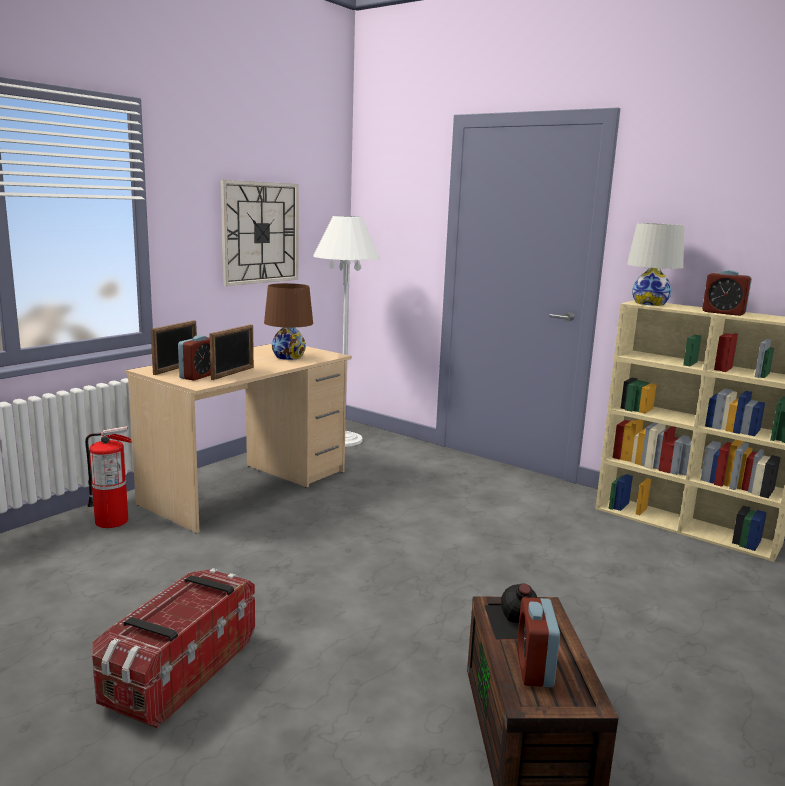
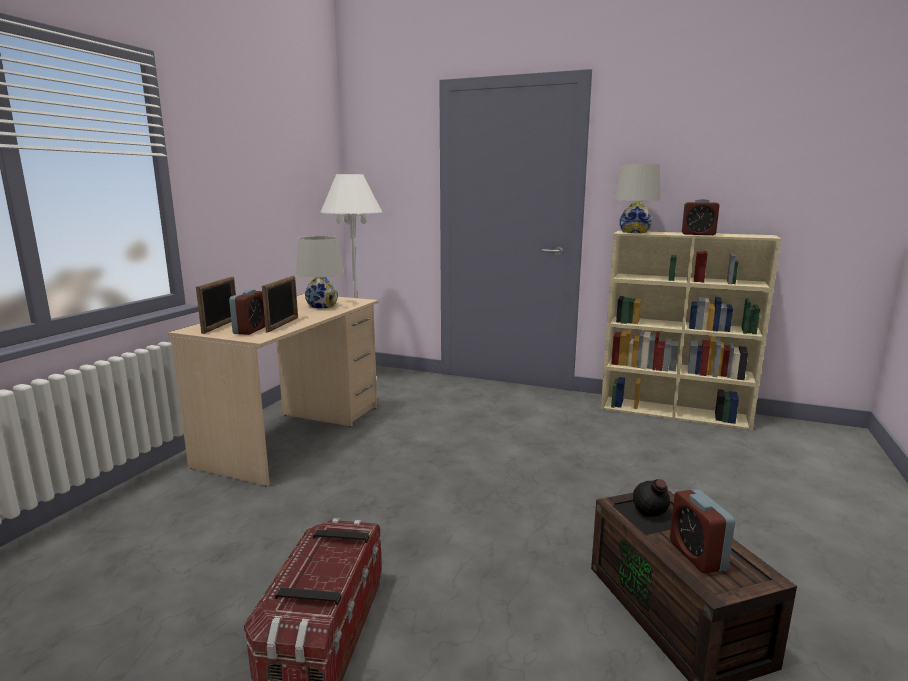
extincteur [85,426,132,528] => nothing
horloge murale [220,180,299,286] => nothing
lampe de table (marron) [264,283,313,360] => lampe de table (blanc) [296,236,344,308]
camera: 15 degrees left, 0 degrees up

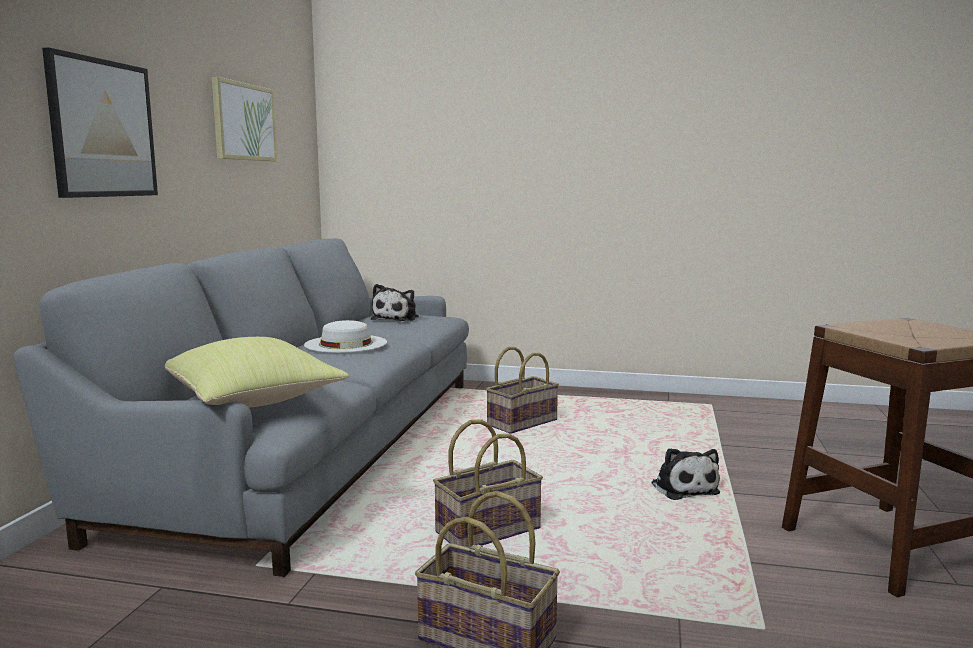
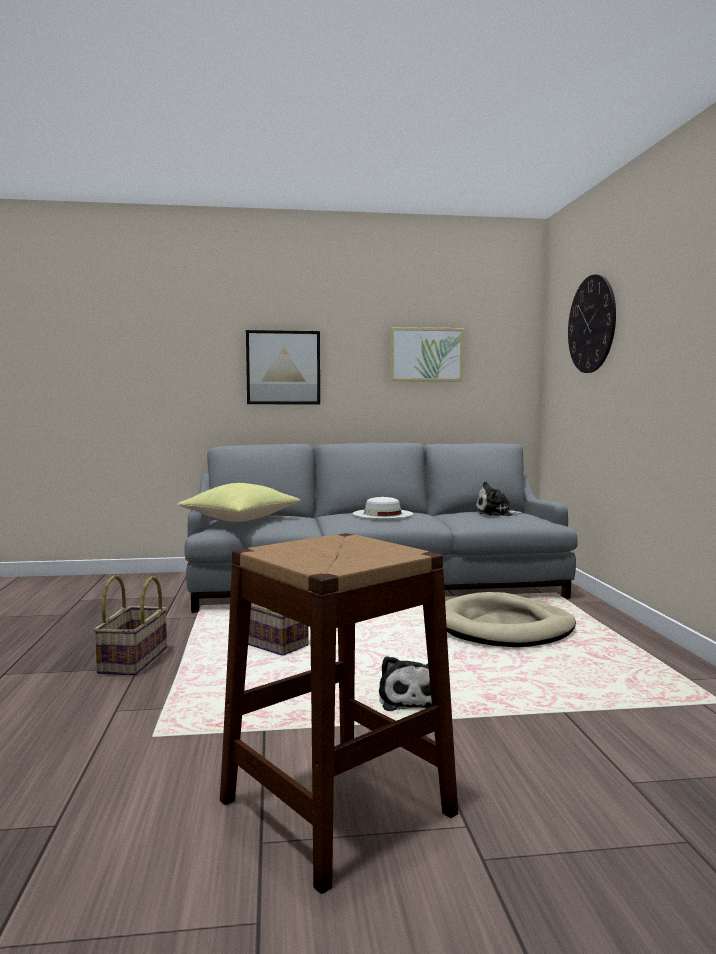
panier [486,347,559,434] => panier pour chien (beige) [445,592,576,647]
peluche [651,448,720,500] => peluche [379,656,432,711], 60 degrees counterclockwise
nothing => horloge murale [568,274,616,373]
camera: 70 degrees right, 5 degrees down

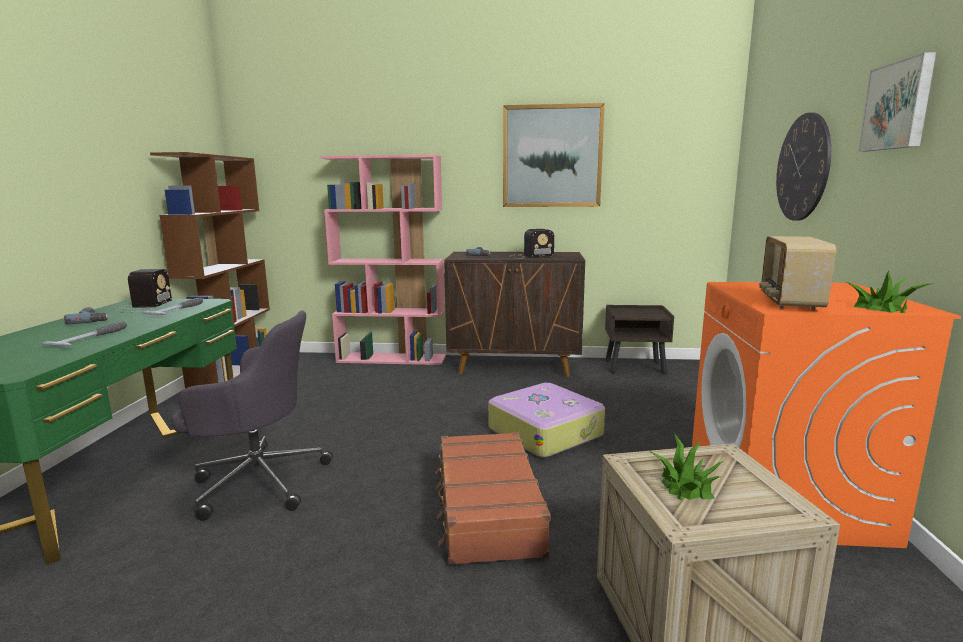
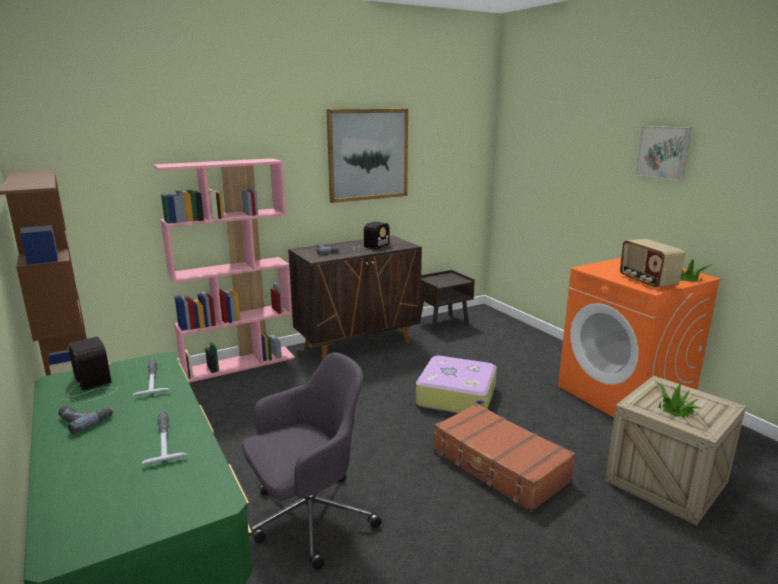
horloge murale [776,112,831,221] => nothing
camera: 35 degrees left, 5 degrees up

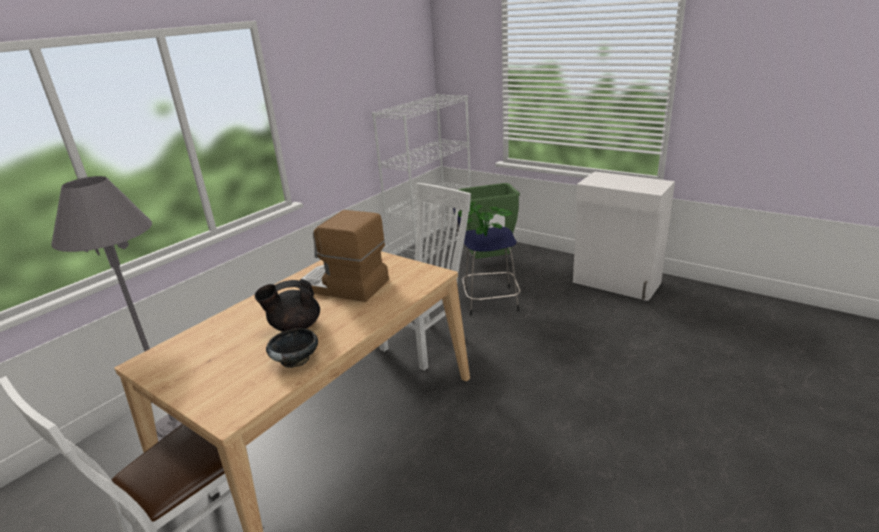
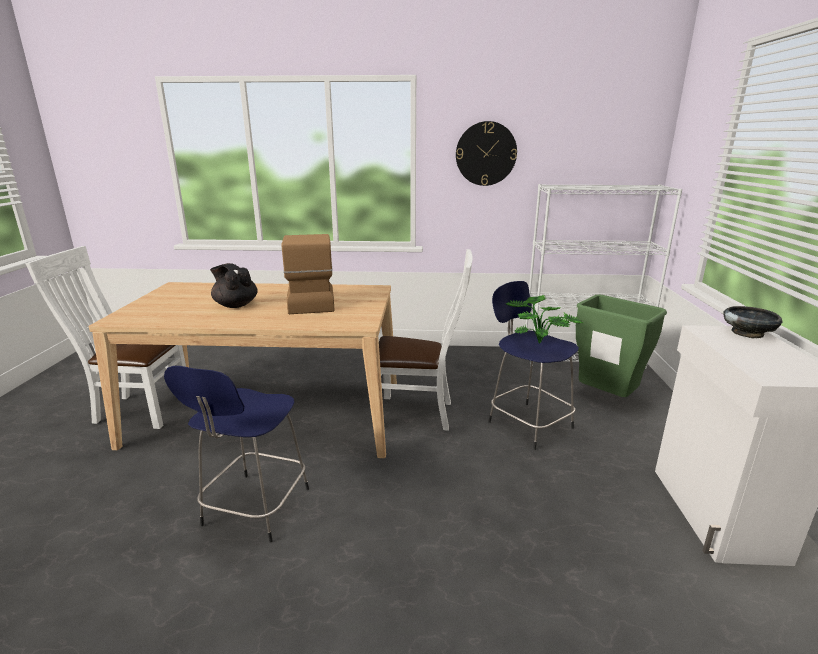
lampadaire (gris) [51,176,182,442] => nothing
bol (noir) [266,328,318,368] => bol (noir) [723,306,782,339], relocated
nothing => tabouret (bleu) [164,366,309,543]
nothing => horloge murale [456,121,517,186]
camera: 55 degrees right, 5 degrees down

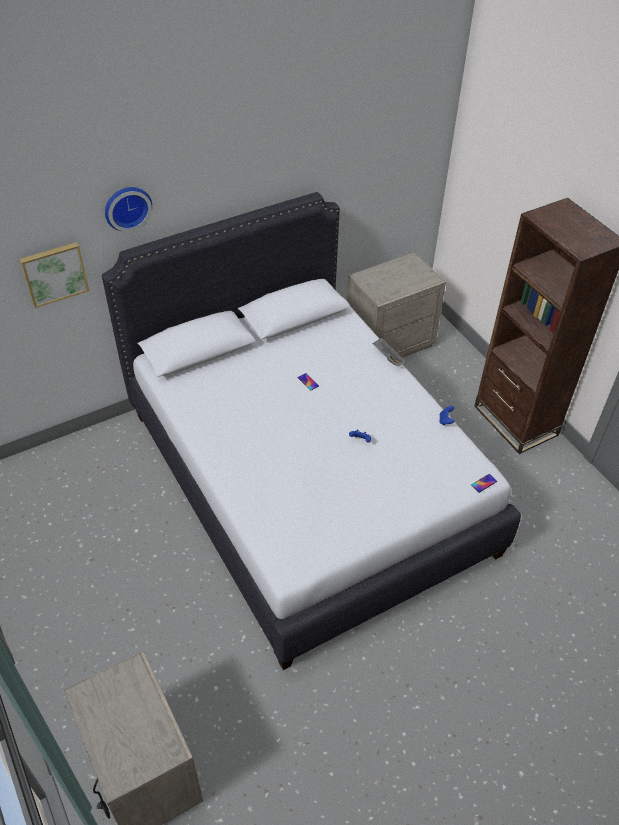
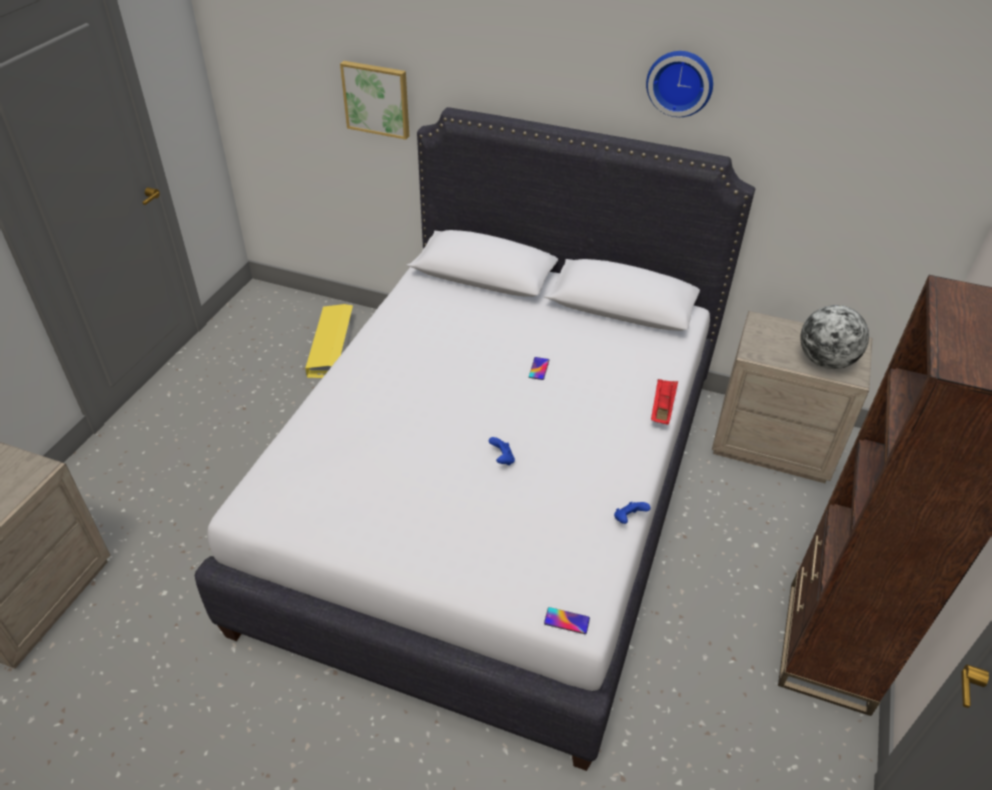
horloge murale [105,187,152,232] => horloge murale [646,51,713,117], relocated
plateau (gris) [372,338,407,366] => plateau (rouge) [651,379,678,425]
nothing => boîte de rangement (jaune) [305,304,353,378]
nothing => globe [800,305,869,369]
camera: 50 degrees right, 5 degrees down

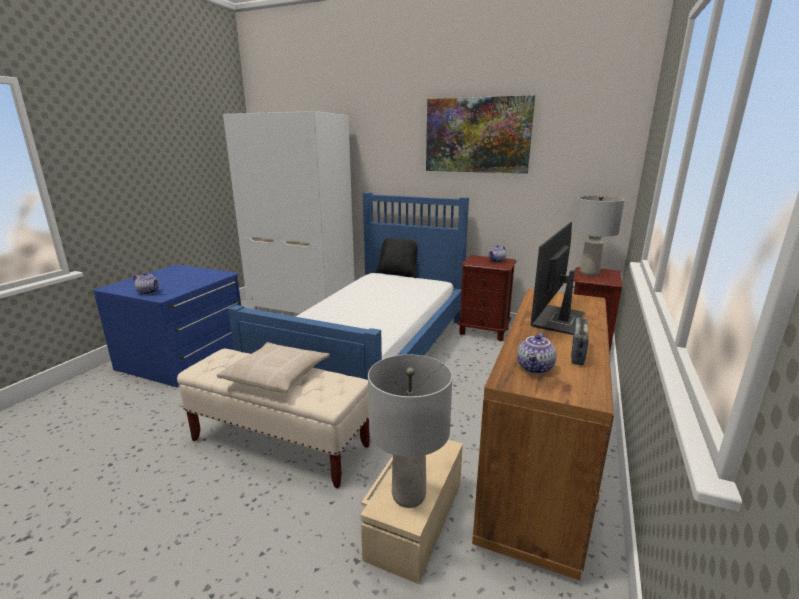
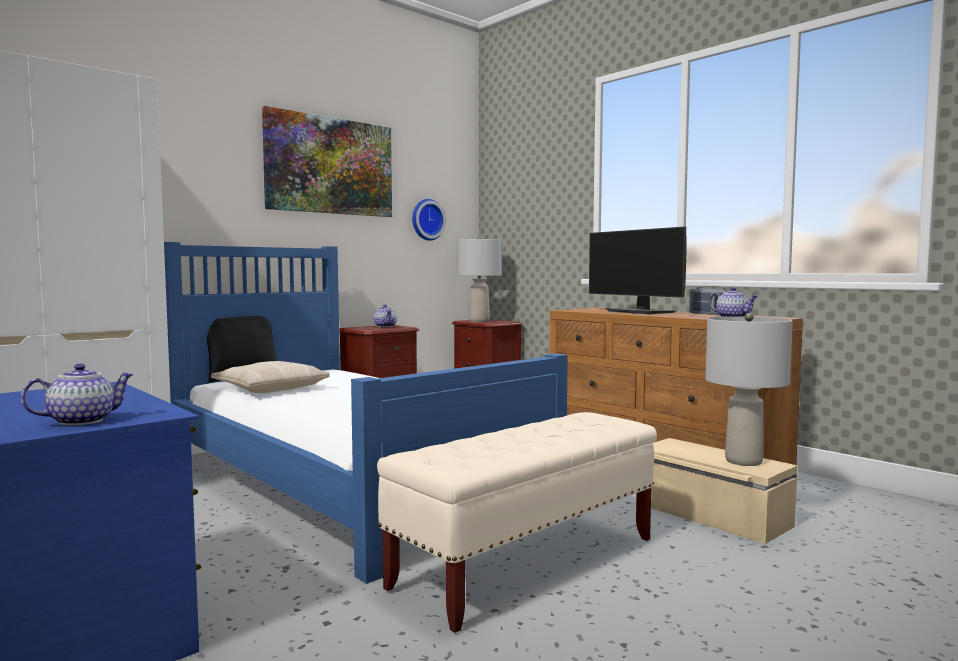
coussin (beige) [217,342,330,393] => coussin (beige) [211,361,330,393], relocated
nothing => horloge murale [412,199,446,241]
camera: 65 degrees left, 15 degrees down

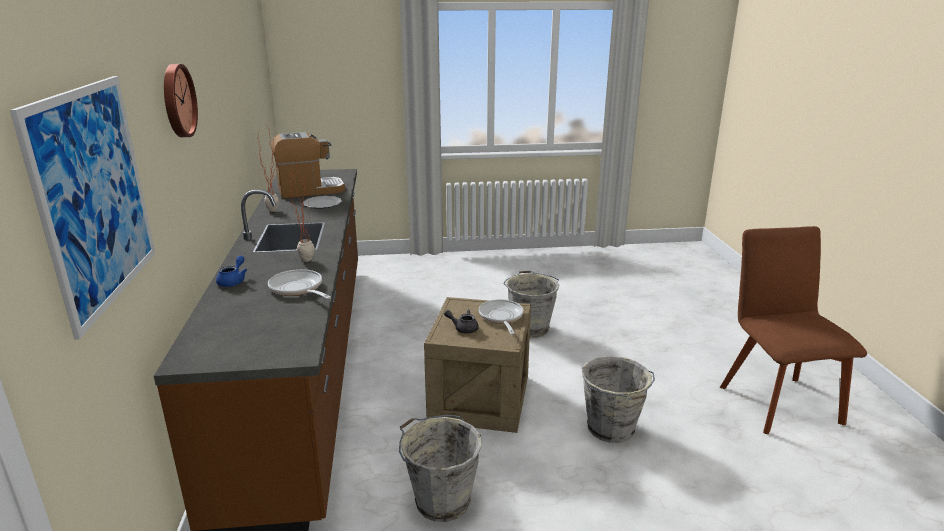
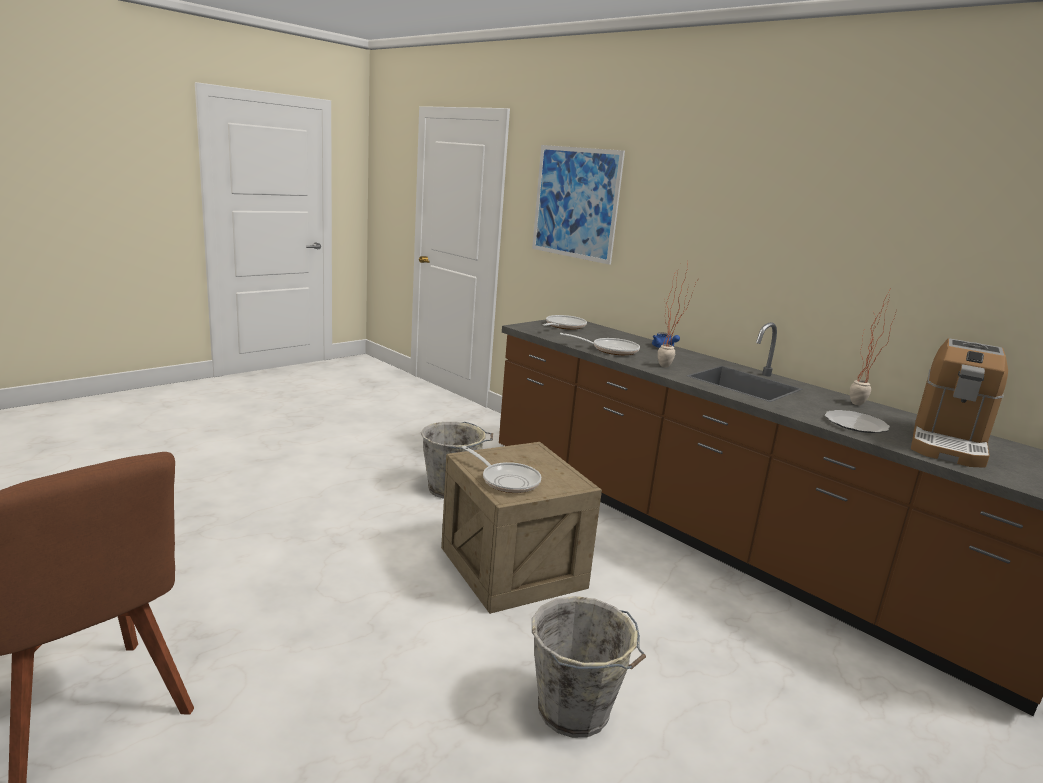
horloge murale [164,64,198,137] => nothing
théière (gris) [444,310,479,334] => nothing
seau (gris) [582,356,655,443] => nothing
nothing => poêle [543,315,587,330]
camera: 140 degrees right, 5 degrees down

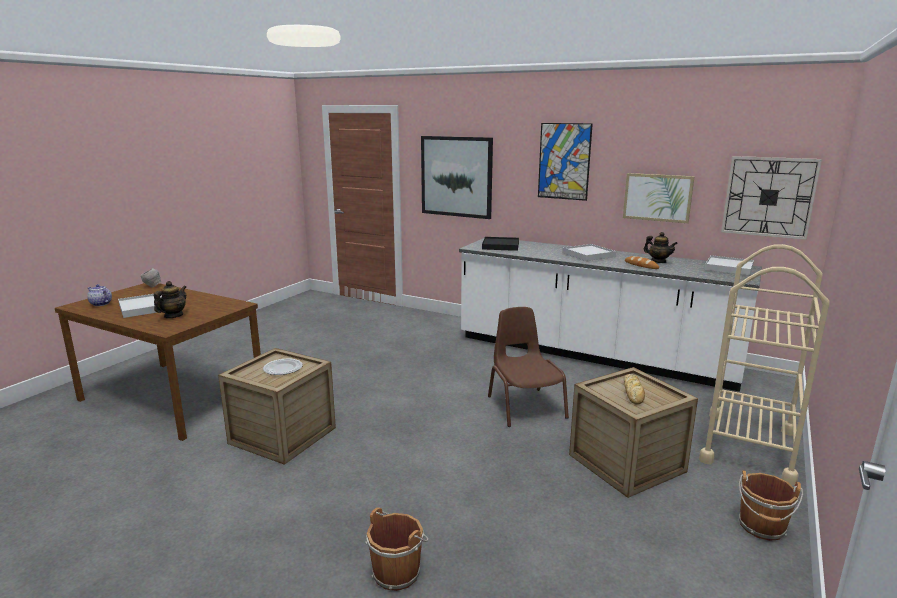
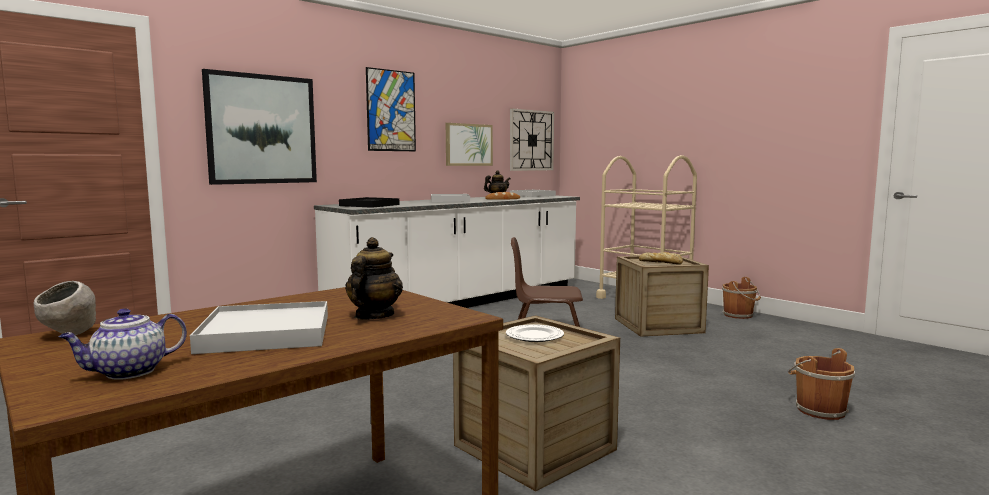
théière [154,281,186,318] => théière [345,237,403,320], 60 degrees clockwise
camera: 70 degrees left, 10 degrees down

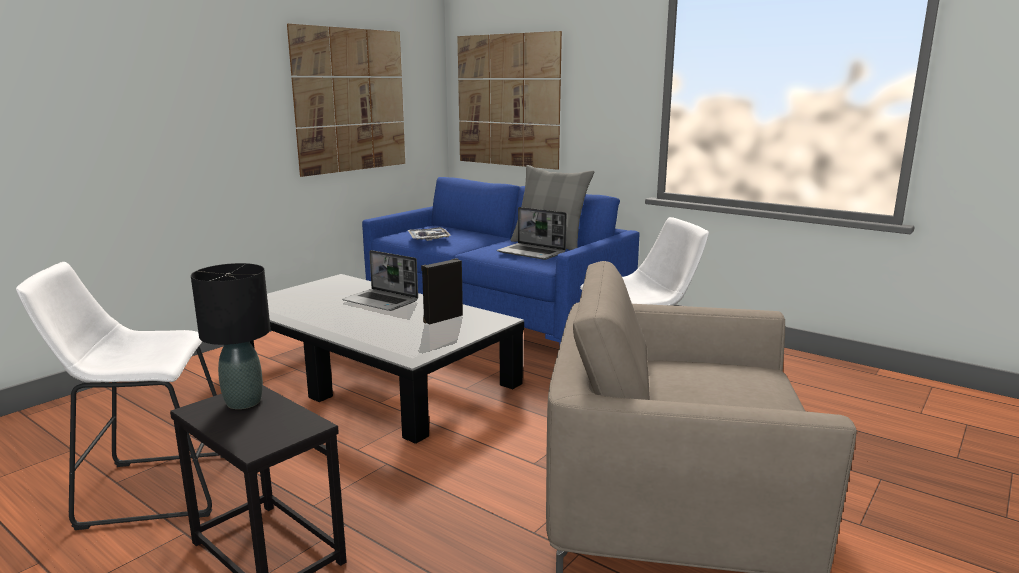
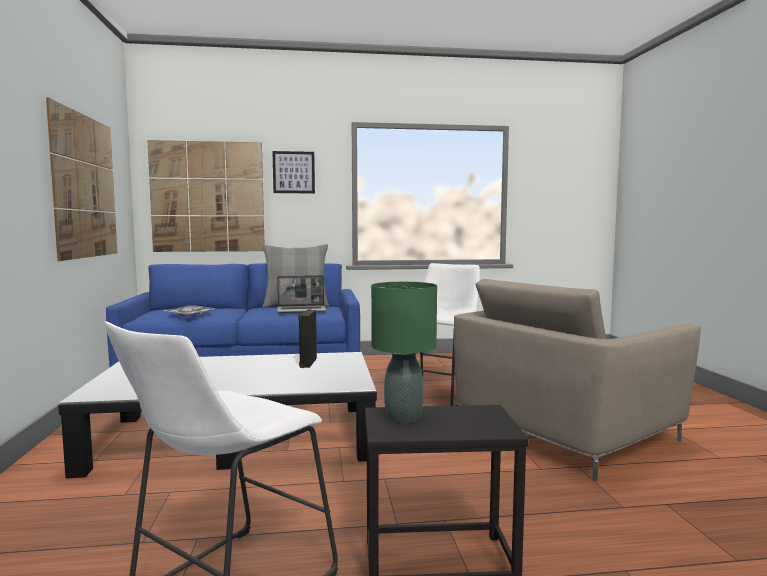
lampe de table (noir) [191,263,271,409] => lampe de table (vert) [371,282,437,423]
ordinateur portable [342,250,418,311] => nothing
nothing => tableau [272,151,315,193]
camera: 45 degrees left, 10 degrees down

